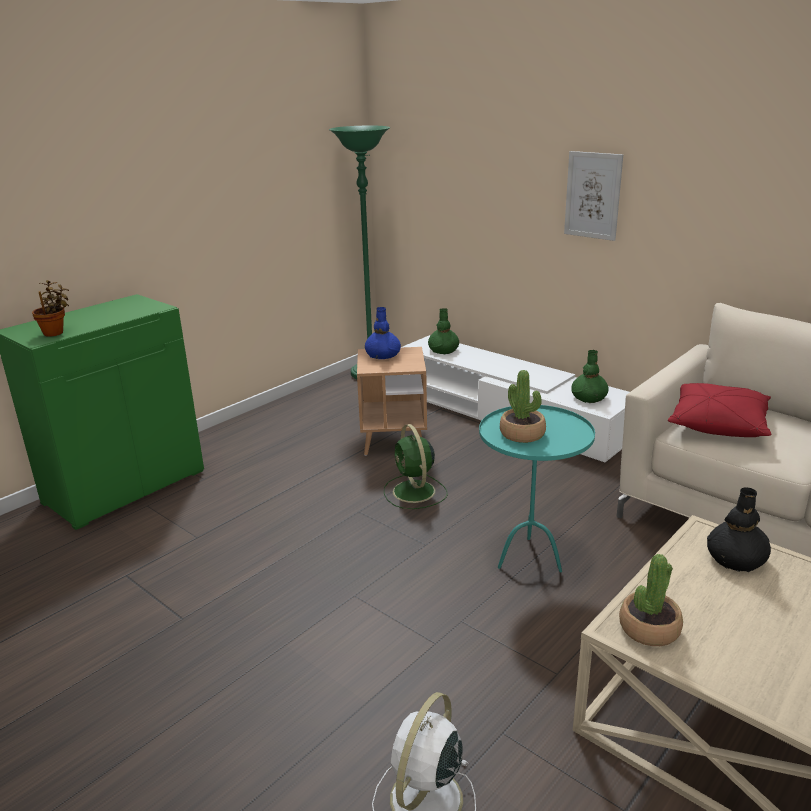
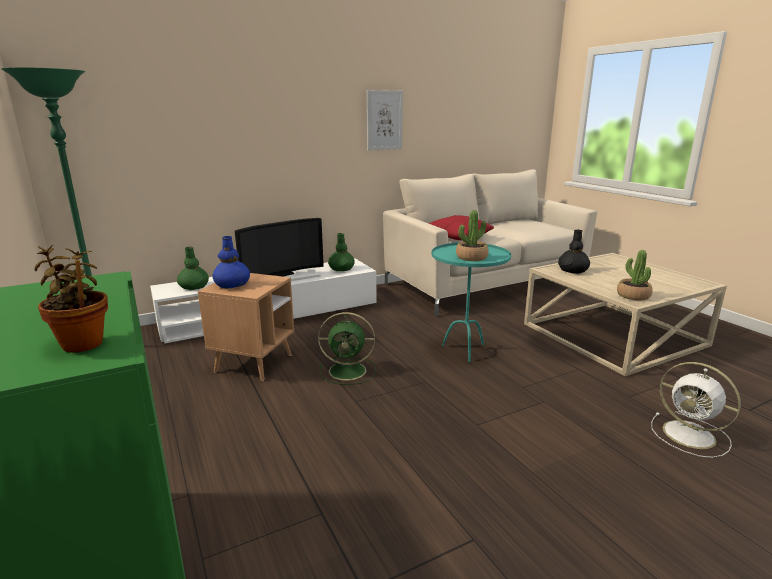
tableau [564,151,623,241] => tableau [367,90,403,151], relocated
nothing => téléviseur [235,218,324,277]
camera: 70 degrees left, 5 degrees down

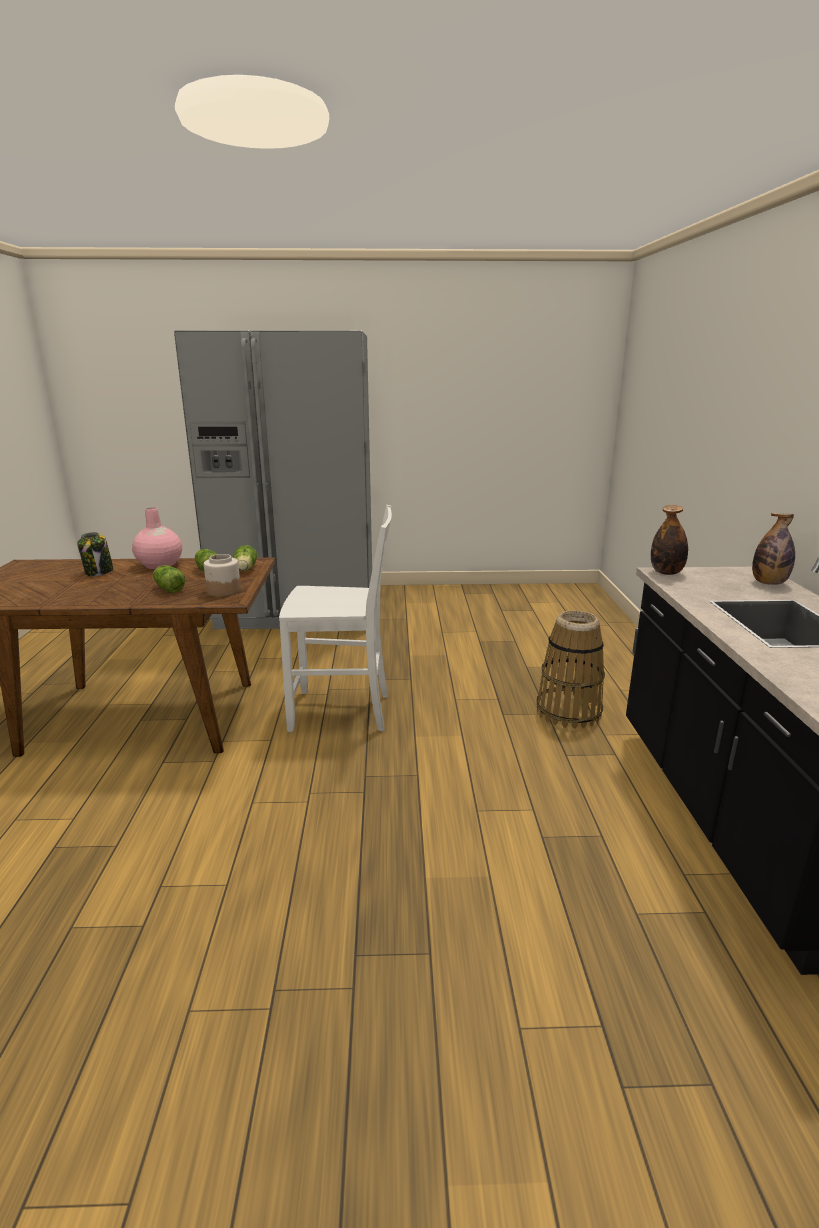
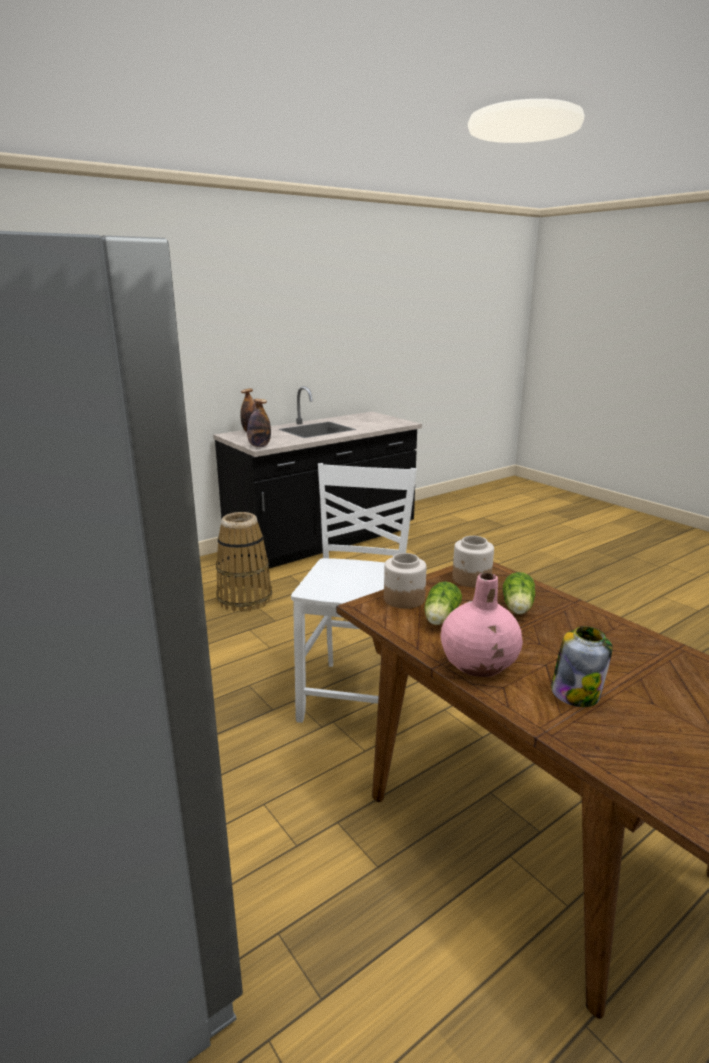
laitue [234,545,257,571] => bocal [384,553,427,609]
chaise (blanc) [279,505,392,732] => chaise (blanc) [291,463,417,723], 45 degrees clockwise
camera: 125 degrees left, 0 degrees up

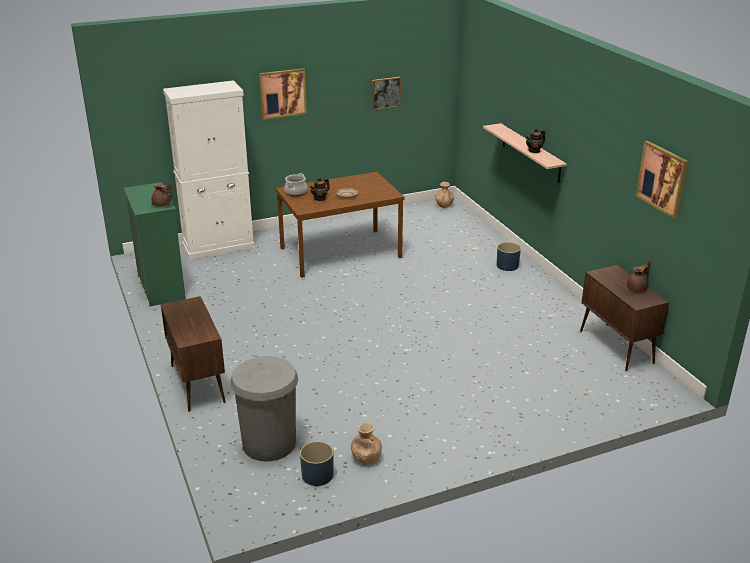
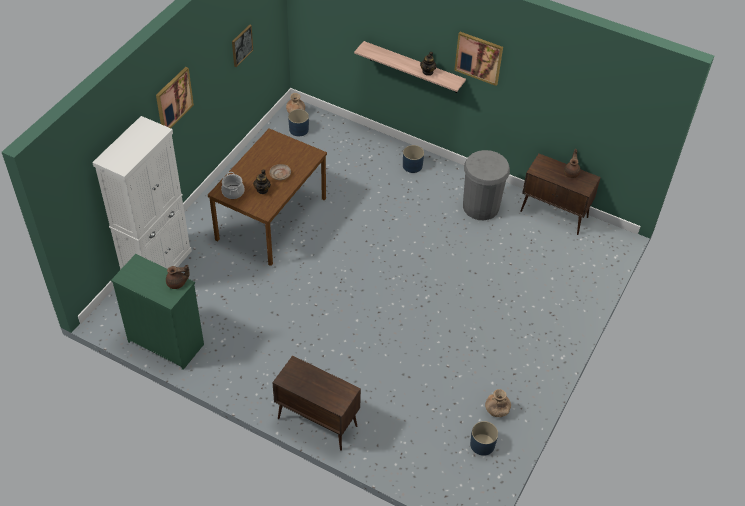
poubelle (gris) [230,356,298,462] => poubelle (gris) [463,150,510,220], relocated
tableau [636,141,688,219] => tableau [454,32,503,86], relocated
nothing => cache-pot (bleu) [288,109,309,136]
camera: 40 degrees left, 20 degrees up

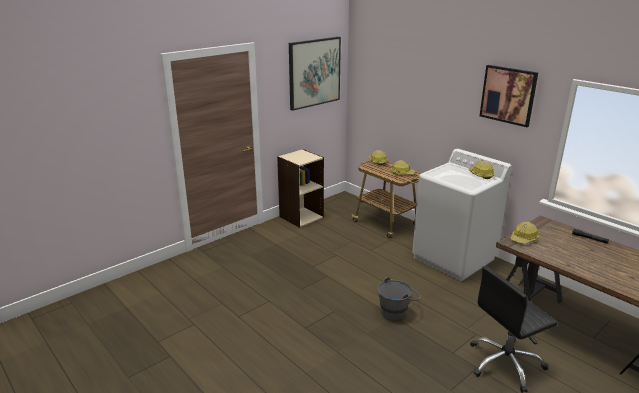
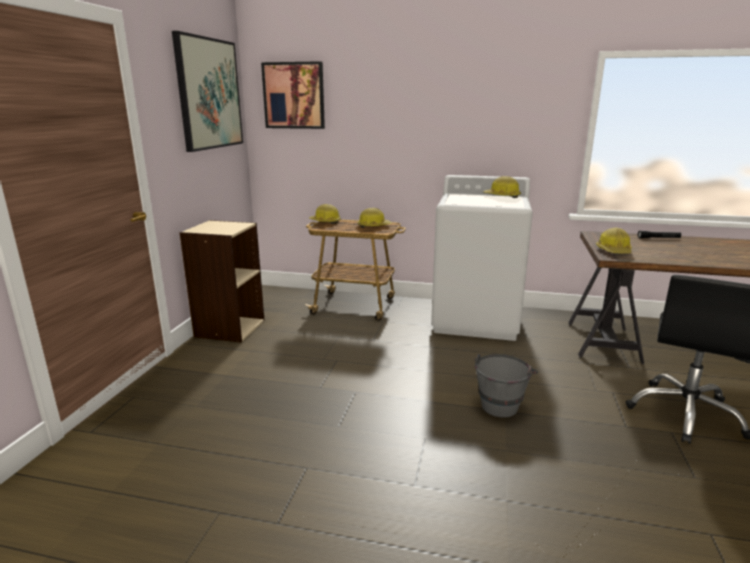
tableau [480,65,538,127] => tableau [261,61,325,129], relocated
camera: 35 degrees left, 5 degrees down

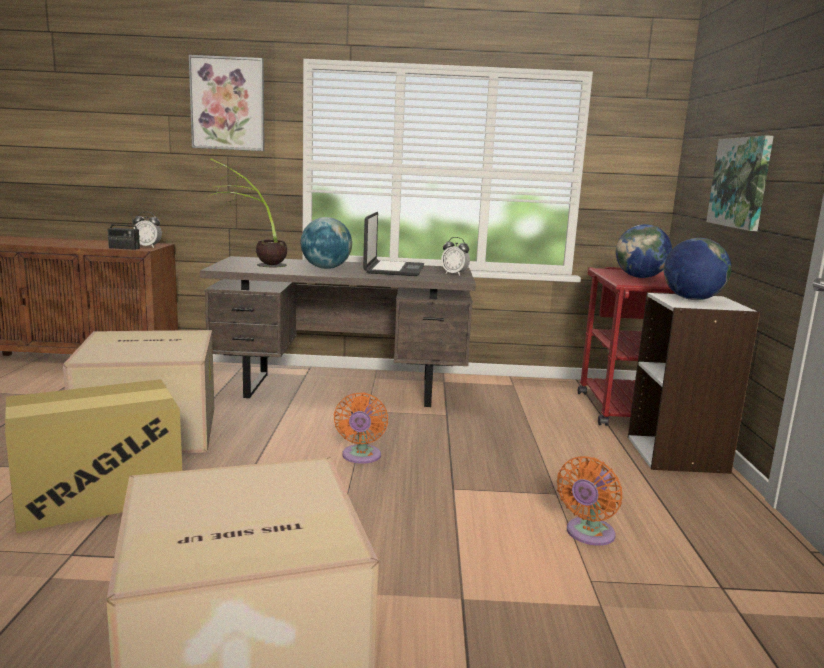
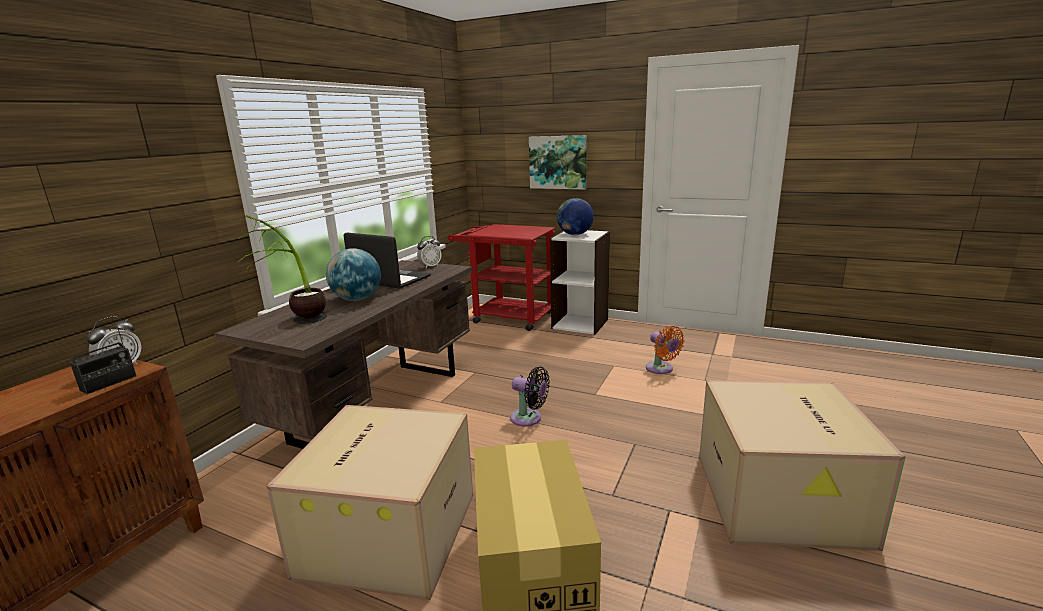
tableau [189,55,265,151] => nothing
ventilateur (orange) [333,392,388,464] => ventilateur (noir) [510,367,550,426]
globe [616,224,672,278] => nothing
camera: 65 degrees left, 5 degrees up

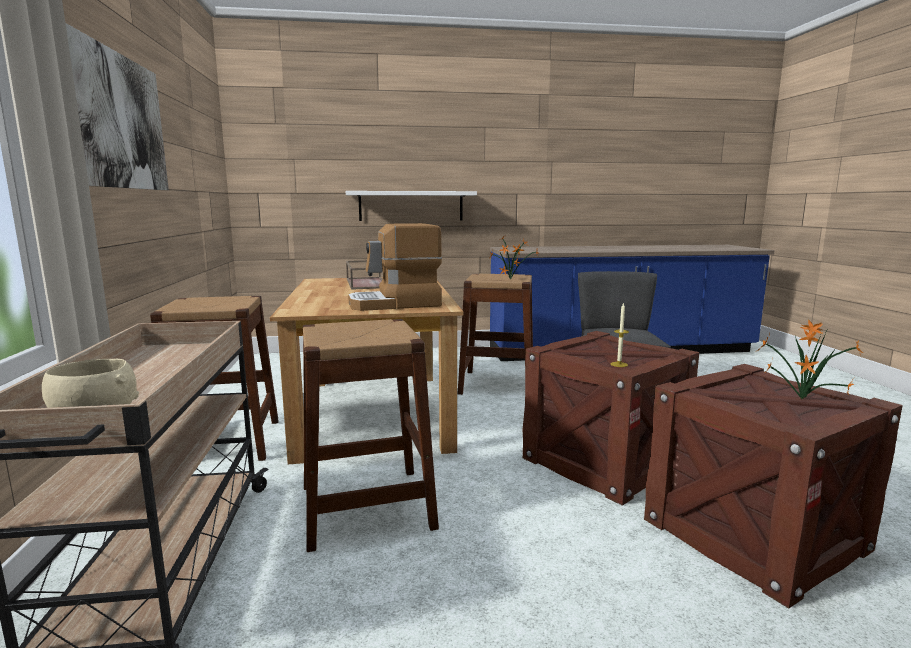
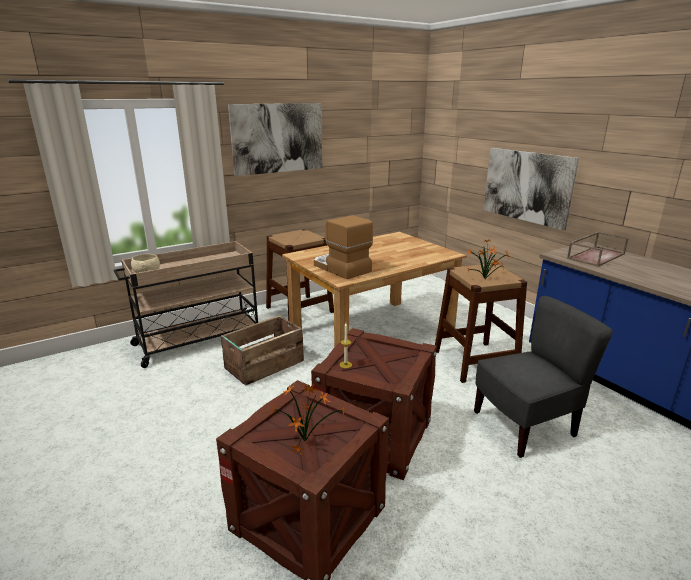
tabouret (marron) [303,319,439,552] => caisse [221,316,304,386]
étagère (blanc) [346,191,477,221] => tableau [483,148,579,231]
plateau (marron) [346,260,383,290] => plateau (marron) [567,232,629,267], relocated
camera: 65 degrees right, 10 degrees up

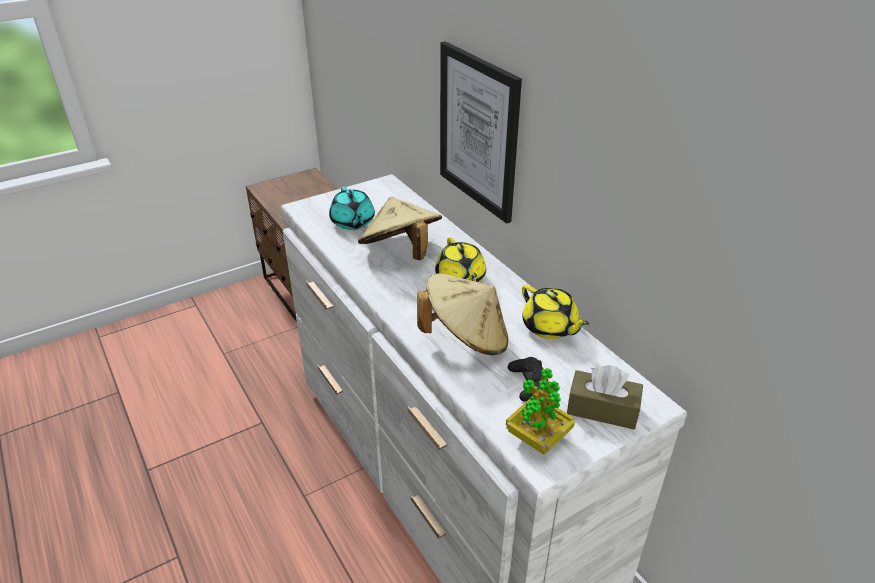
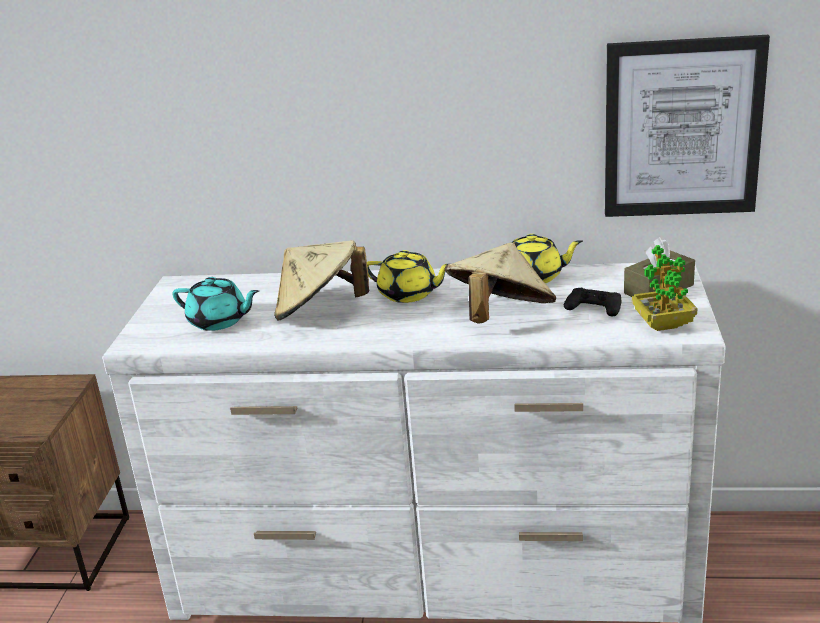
tableau [440,41,522,224] => tableau [605,35,770,217], relocated
camera: 50 degrees left, 10 degrees down

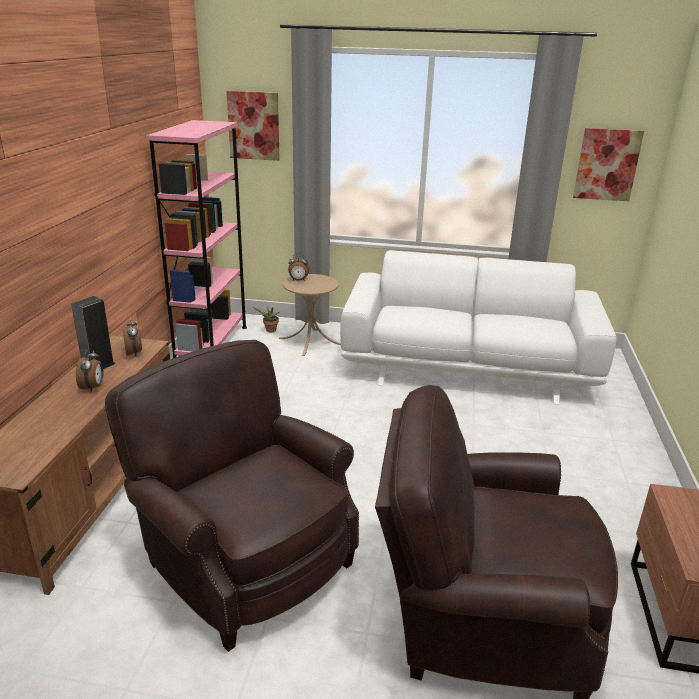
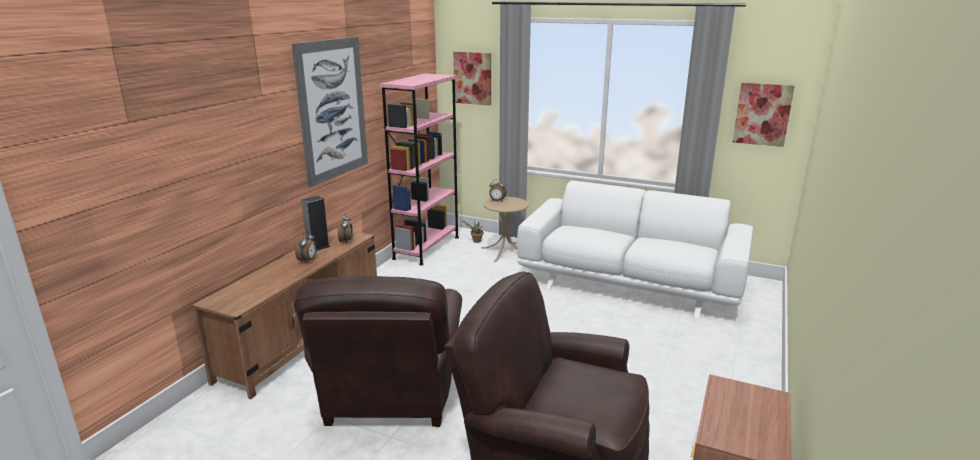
fauteuil (marron) [105,340,359,652] => fauteuil (marron) [294,276,462,427], 150 degrees counterclockwise
nothing => tableau [292,37,368,187]
camera: 15 degrees right, 5 degrees down

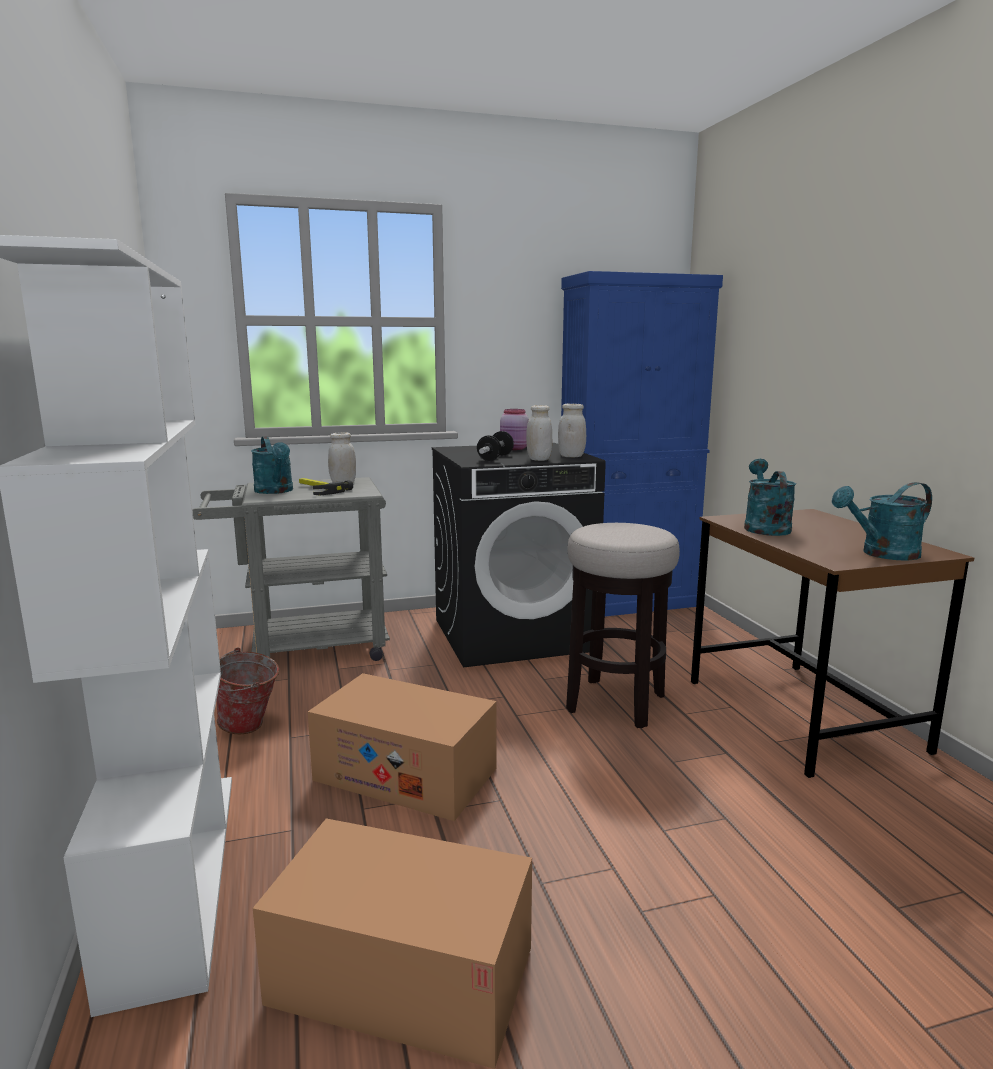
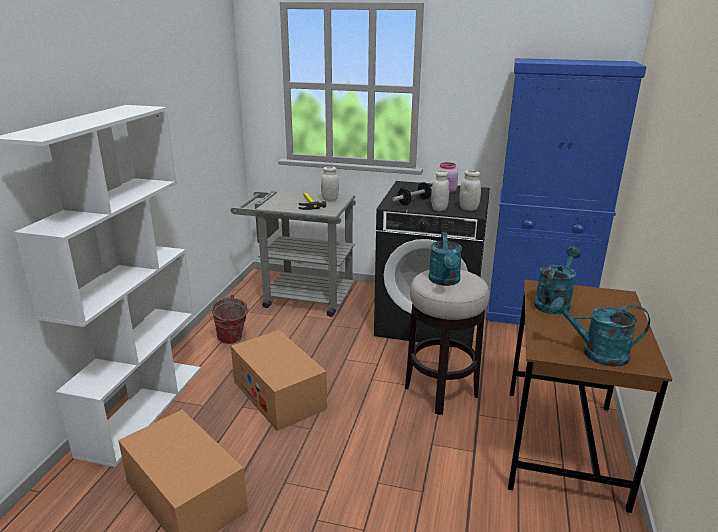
arrosoir (turquoise) [251,436,293,494] => arrosoir (turquoise) [429,232,462,286], relocated
camera: 30 degrees right, 10 degrees up

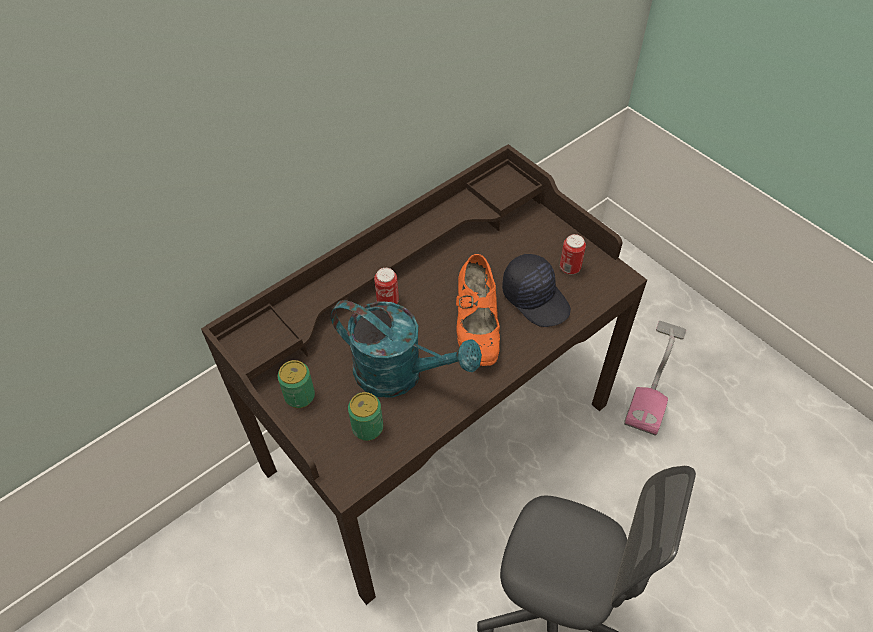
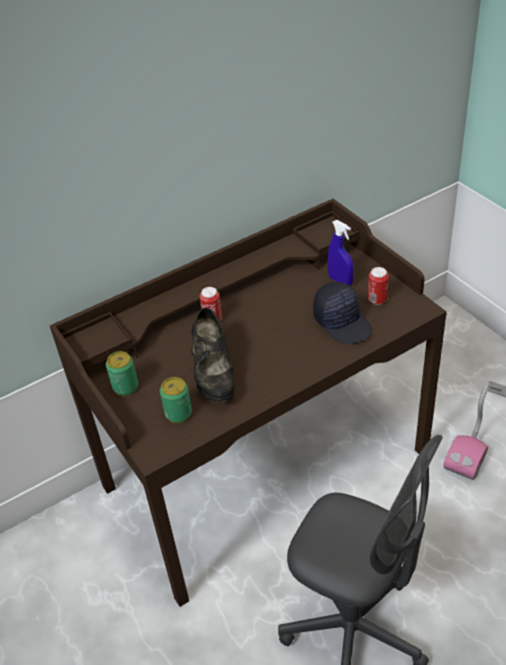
arrosoir (turquoise) [331,300,482,398] => chaussure (noir) [191,308,234,402]
chaussure (orange) [456,254,500,366] => nothing
nothing => vaporisateur (bleu) [328,220,354,286]
camera: 10 degrees right, 10 degrees down

